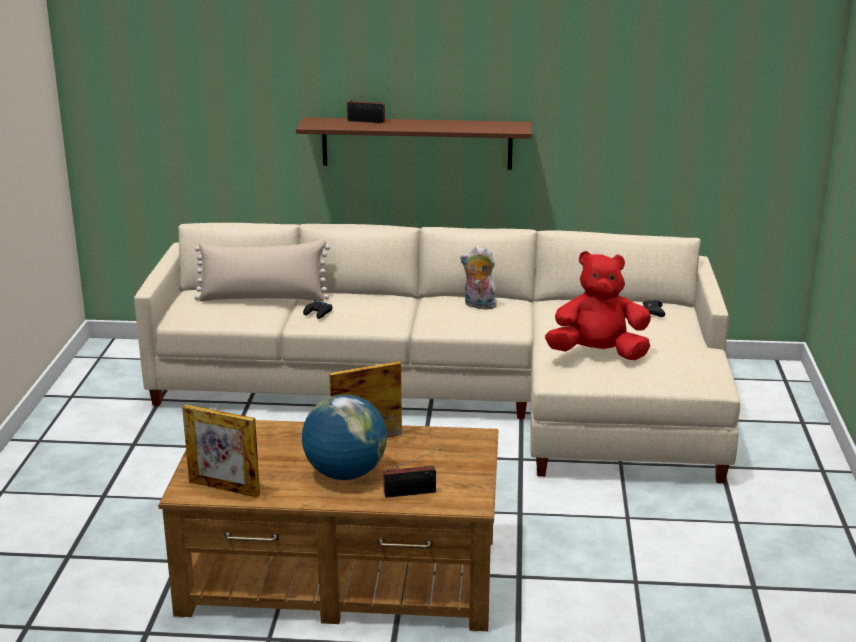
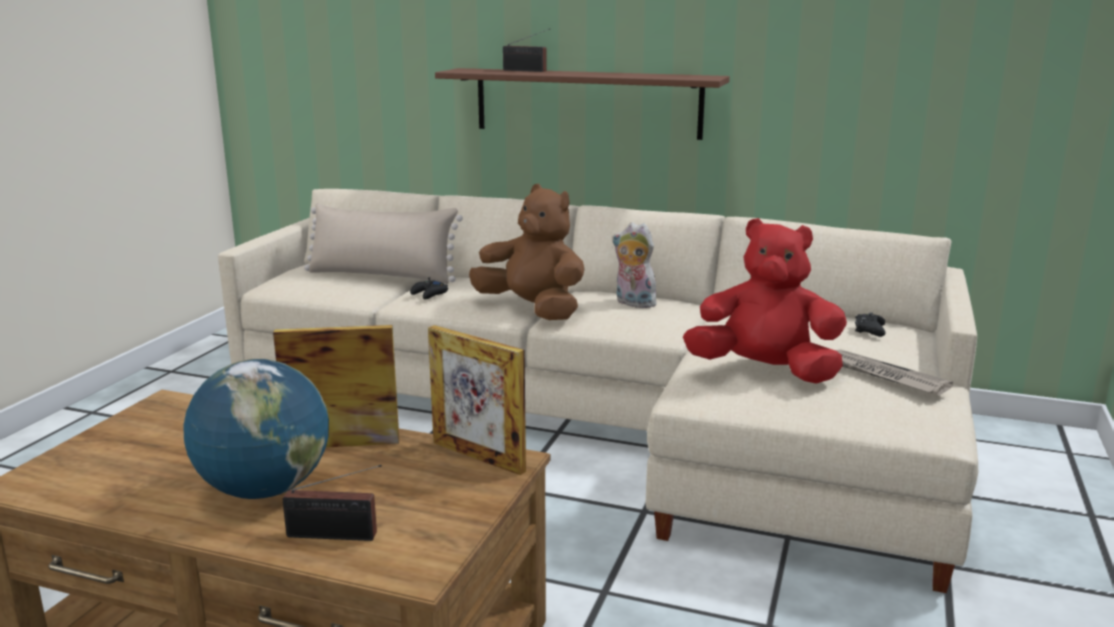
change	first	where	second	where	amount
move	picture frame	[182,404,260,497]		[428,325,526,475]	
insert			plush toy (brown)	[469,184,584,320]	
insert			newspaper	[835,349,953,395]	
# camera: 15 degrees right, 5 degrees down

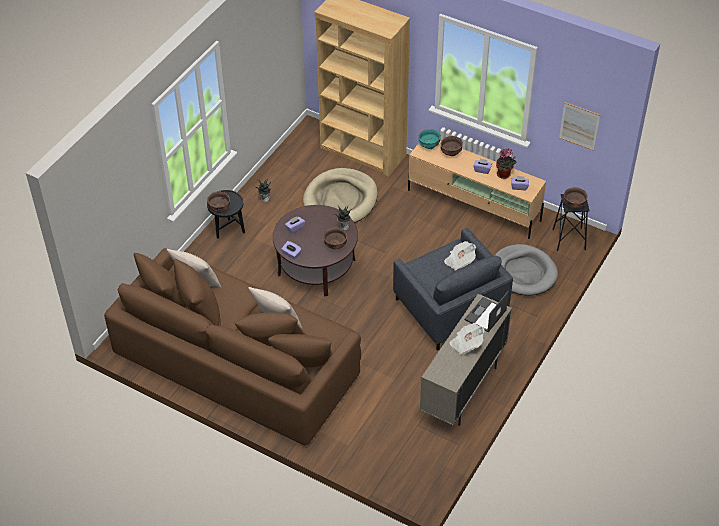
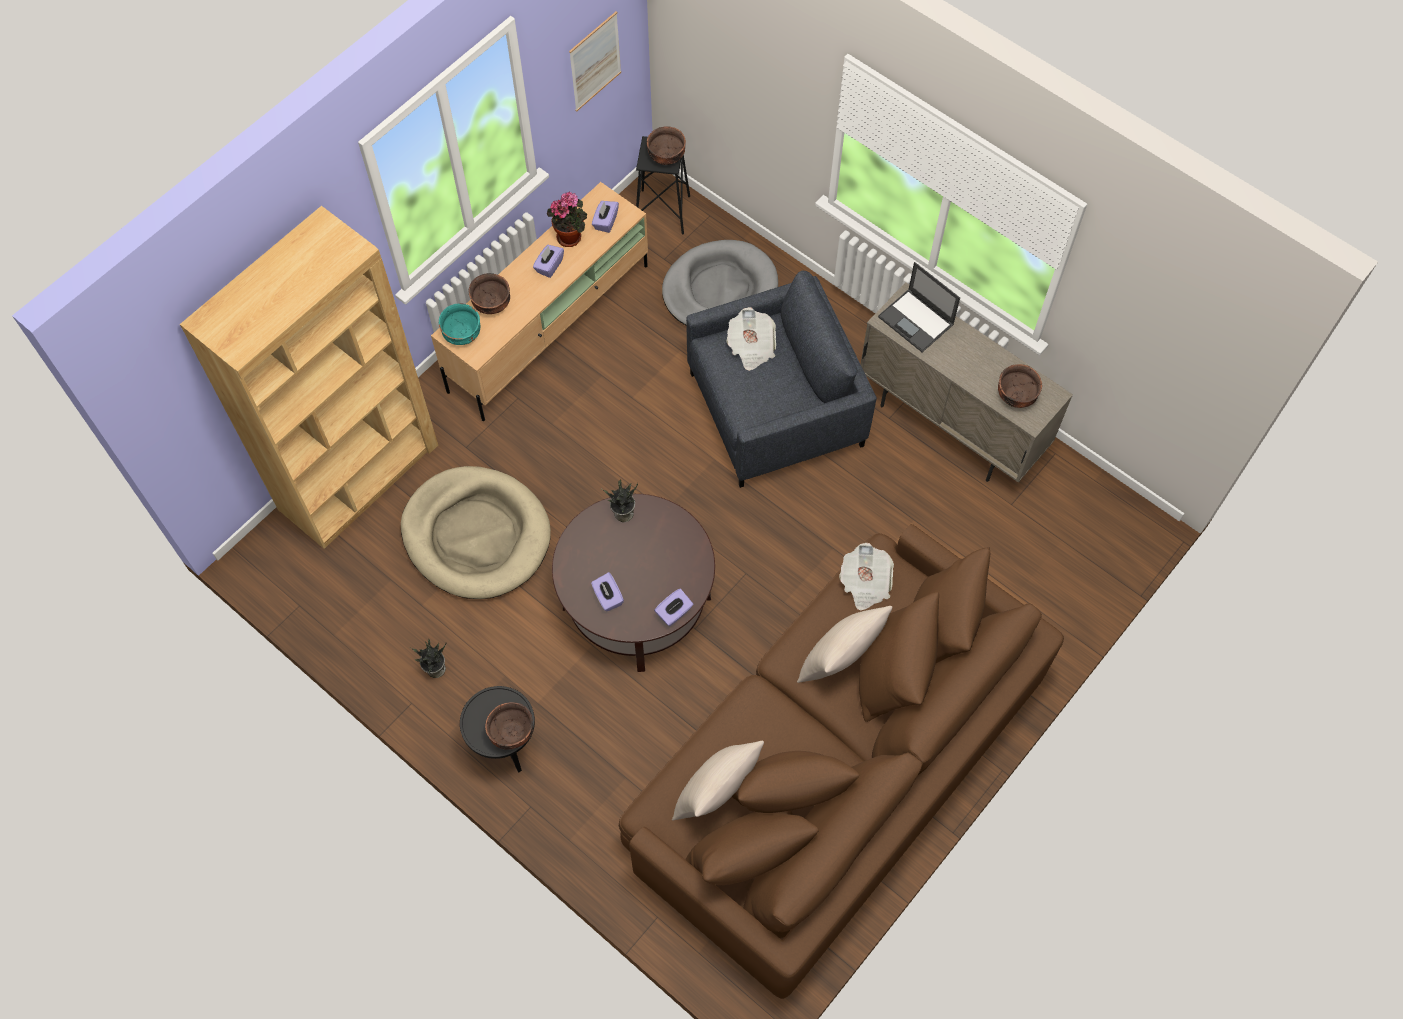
change	first	where	second	where	amount
move	bowl (brown)	[323,228,347,249]		[998,364,1042,408]	
move	newspaper	[450,323,485,355]		[839,543,894,611]	
# camera: 80 degrees left, 15 degrees up

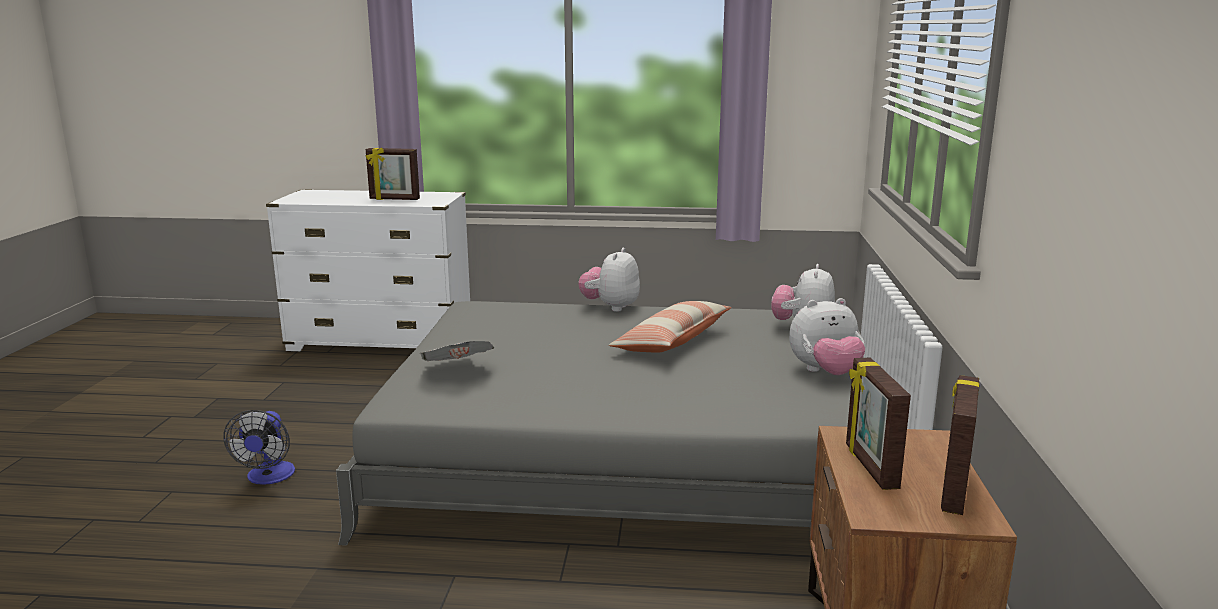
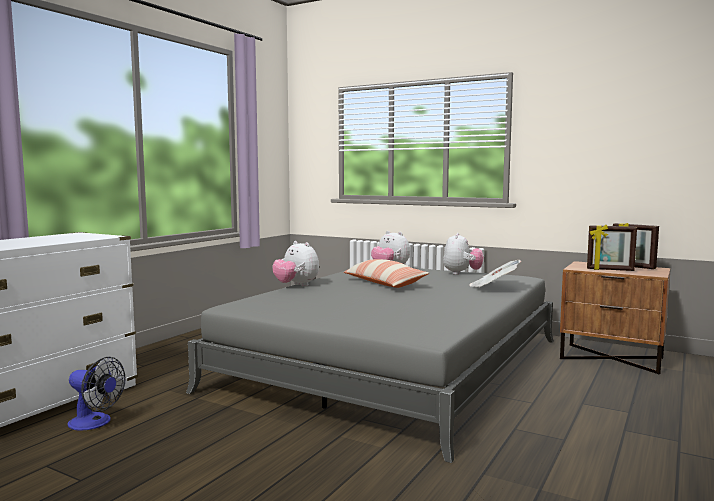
change	first	where	second	where	amount
delete	picture frame	[366,147,420,200]			
move	newspaper	[420,341,494,361]		[469,260,521,288]	
move	fan	[223,410,295,485]		[67,357,125,431]	
# camera: 65 degrees left, 10 degrees down

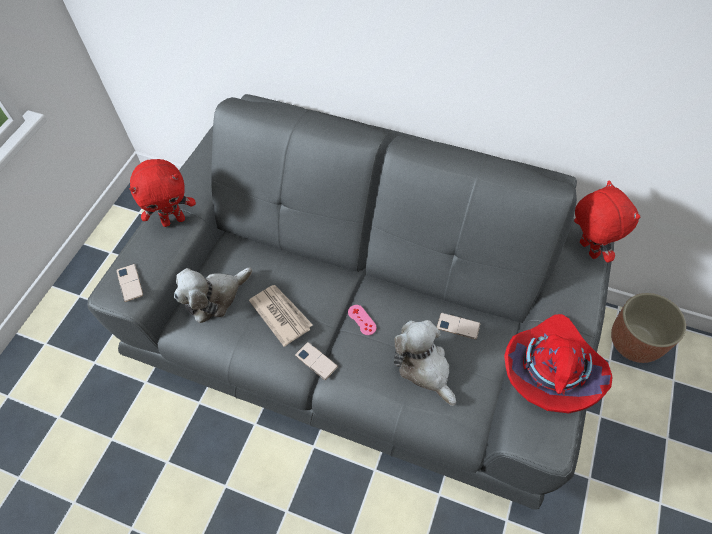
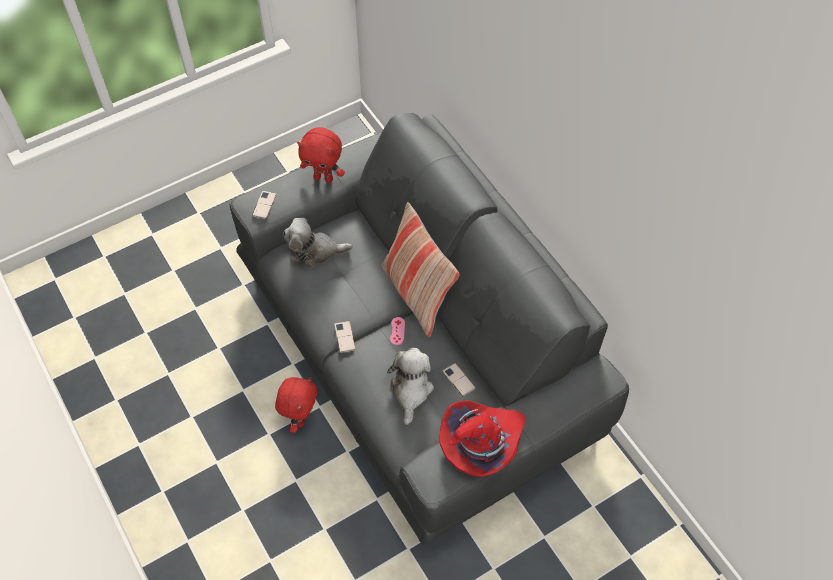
change	first	where	second	where	amount
move	plush toy (red)	[574,180,640,263]		[275,377,317,433]	
delete	newspaper	[249,285,313,347]			
delete	planter	[611,293,686,363]			
insert			pillow	[381,202,460,337]	
# camera: 35 degrees right, 0 degrees up

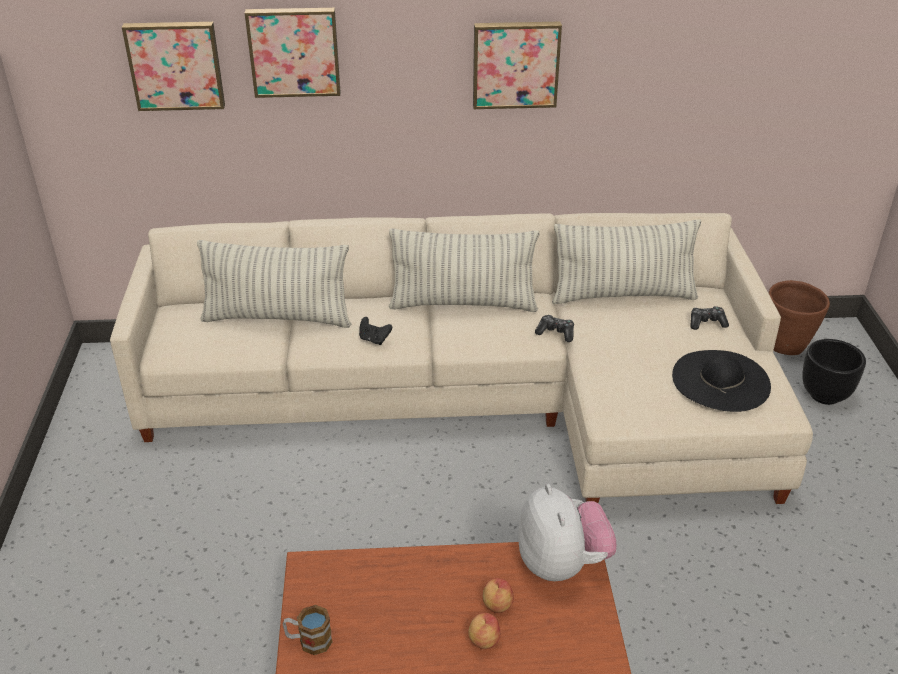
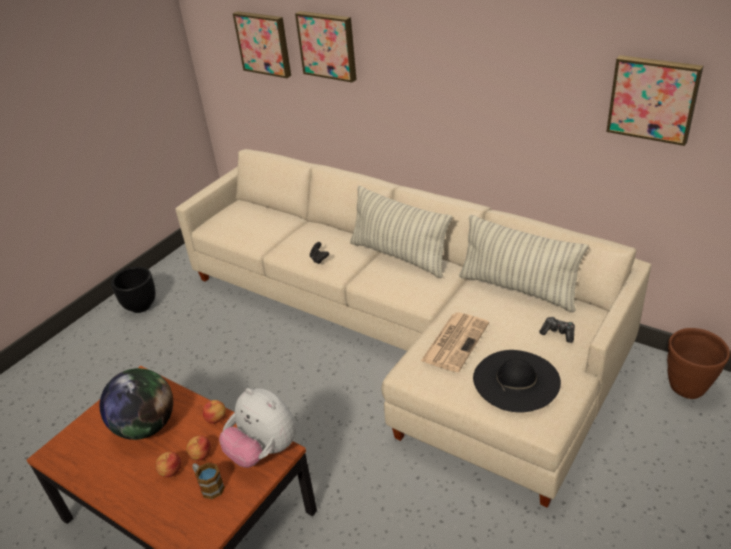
change	first	where	second	where	amount
move	picture	[473,22,562,109]		[606,55,703,146]	
delete	pillow	[197,240,351,328]			
delete	game controller	[535,315,574,342]			
move	planter (black)	[802,339,866,405]		[111,267,155,313]	
rotate	plush toy	[518,484,617,581]		[219,388,297,468]	105 degrees clockwise
move	mug	[283,605,333,655]		[192,463,225,499]	
insert			newspaper	[421,312,489,372]	
insert			globe	[100,368,173,440]	
insert			apple	[203,400,226,424]	
# camera: 40 degrees right, 0 degrees up

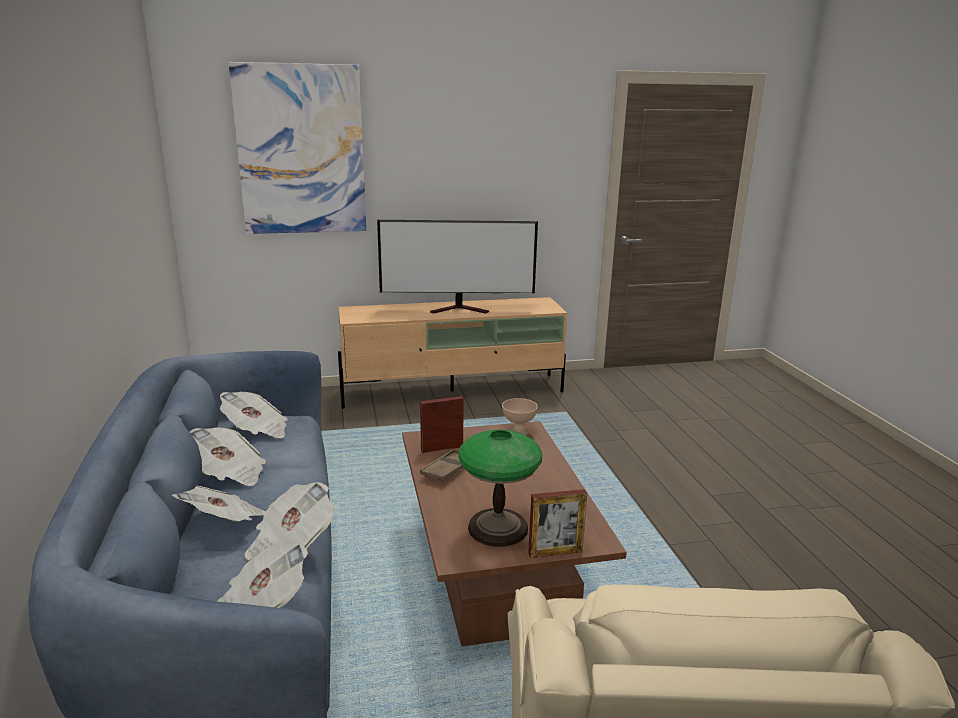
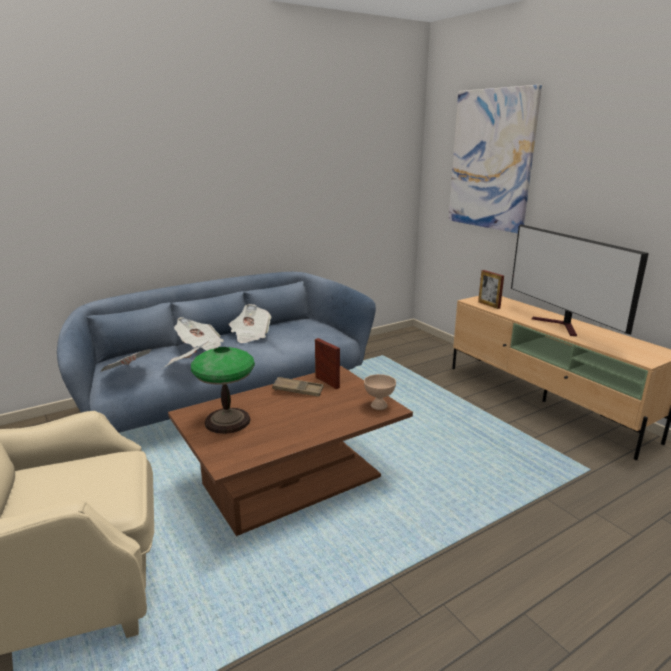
change	first	where	second	where	amount
delete	newspaper	[220,392,287,438]			
move	picture frame	[528,489,587,558]		[478,270,504,309]	
# camera: 70 degrees right, 0 degrees up

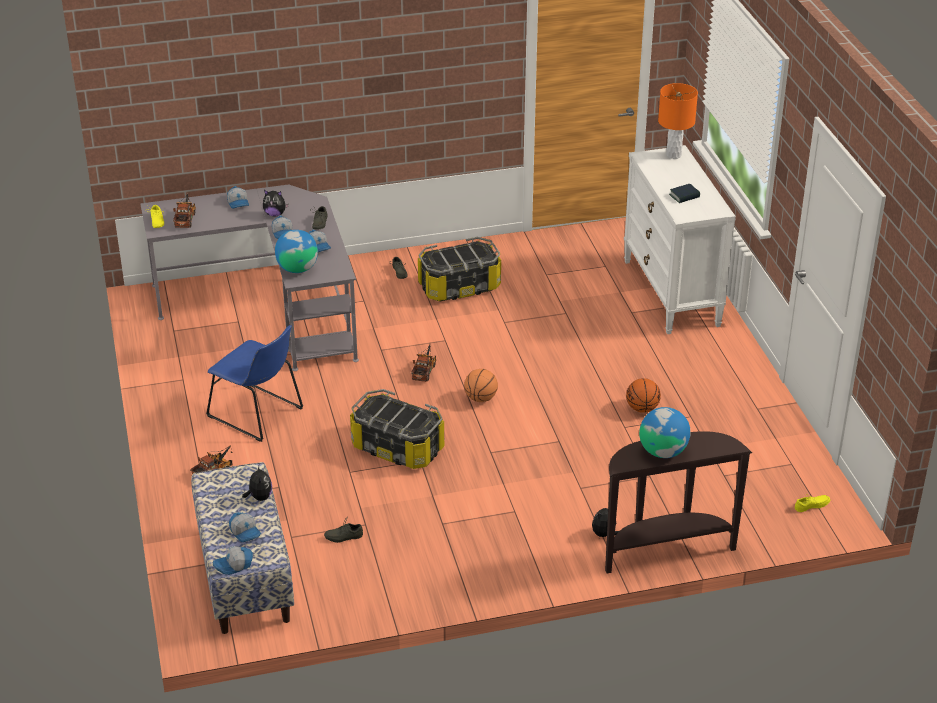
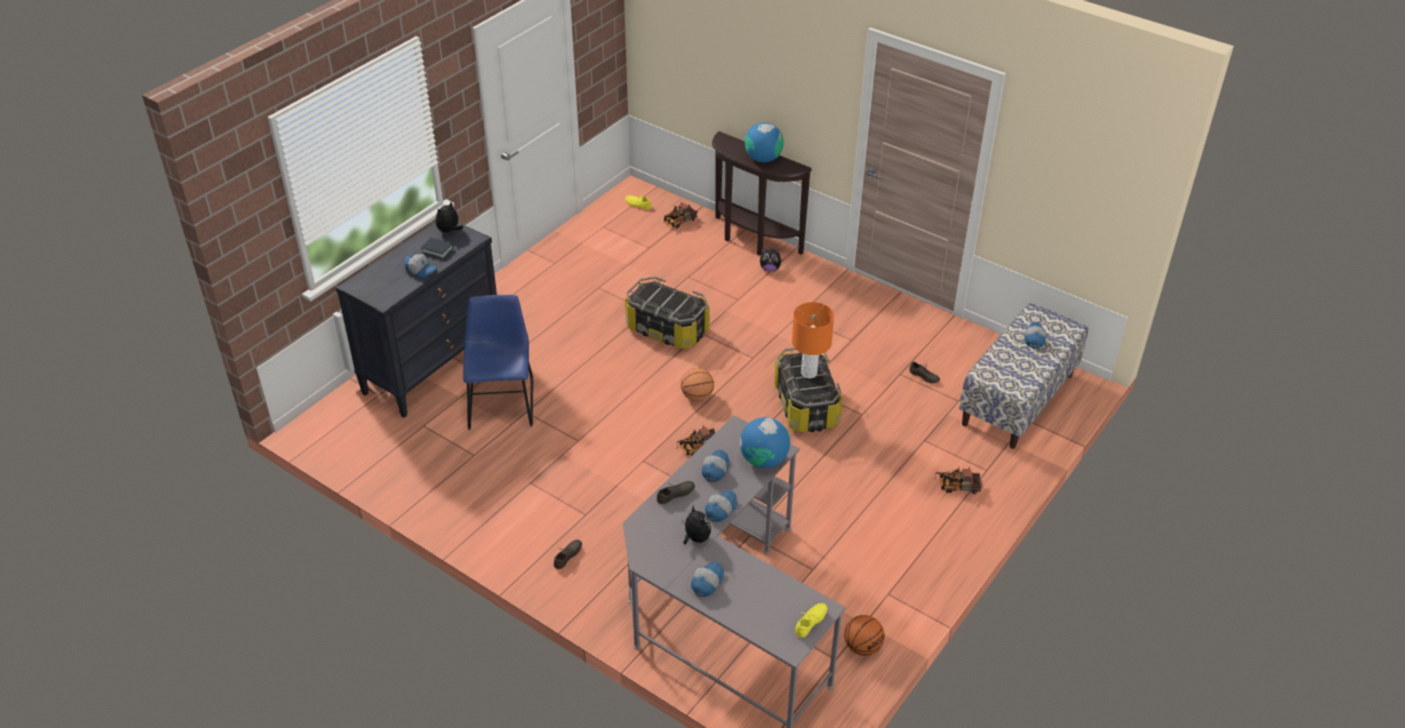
change	first	where	second	where	amount
move	table lamp (orange)	[658,83,698,159]		[792,302,834,379]	
recolor	dresser (white)	[624,145,736,334]	dresser (black)	[336,221,497,418]	
move	toy truck	[173,192,196,228]		[663,203,698,228]	
move	storage box	[418,237,501,302]		[625,277,710,349]	
move	chair (blue)	[206,325,303,442]		[463,295,533,430]	
move	basketball	[626,378,661,413]		[844,615,885,656]	
move	plush toy	[242,466,272,501]		[436,202,463,232]	
move	cap	[213,546,253,575]		[404,254,437,278]	
# camera: 130 degrees left, 5 degrees up

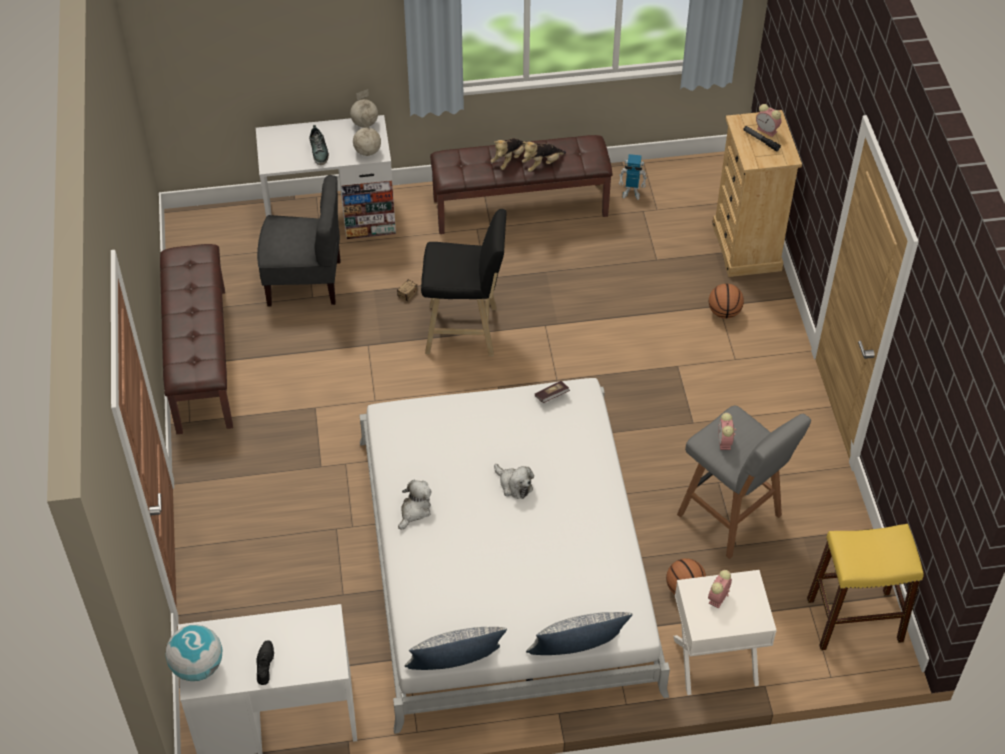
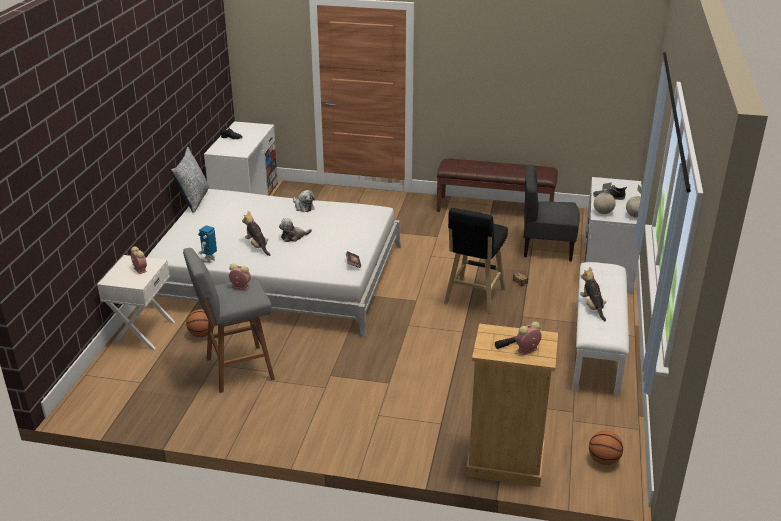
change	first	where	second	where	amount
recolor	bench (brown)	[430,135,613,234]	bench (white)	[572,262,629,396]	
move	plush toy	[491,138,525,170]		[242,211,270,256]	
move	toy robot	[619,154,647,200]		[198,225,217,263]	
rotate	chair (grey)	[257,175,341,307]		[524,165,580,262]	75 degrees clockwise
move	basketball	[709,283,744,319]		[589,431,623,465]	
delete	stool (yellow)	[807,524,924,650]			
delete	pillow	[526,612,632,655]			
delete	globe	[166,625,222,681]			
# camera: 110 degrees right, 20 degrees down

